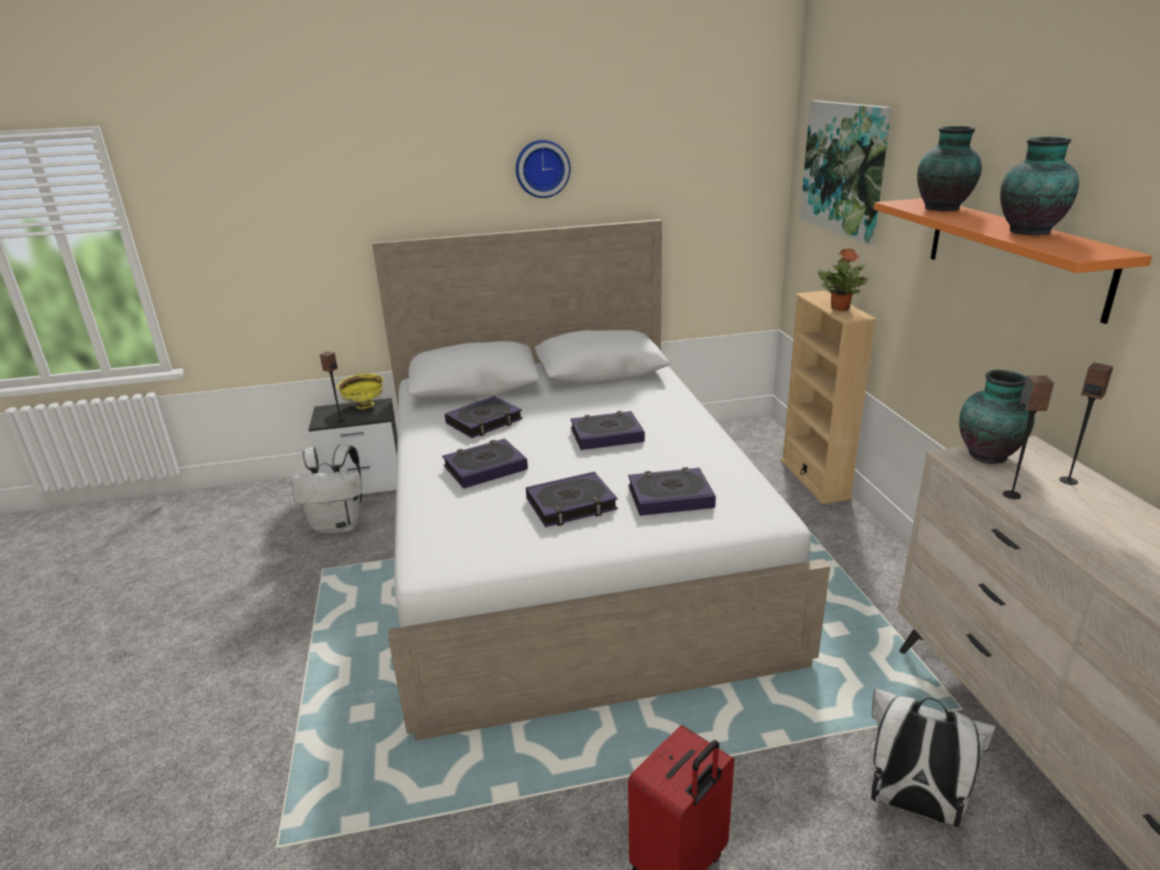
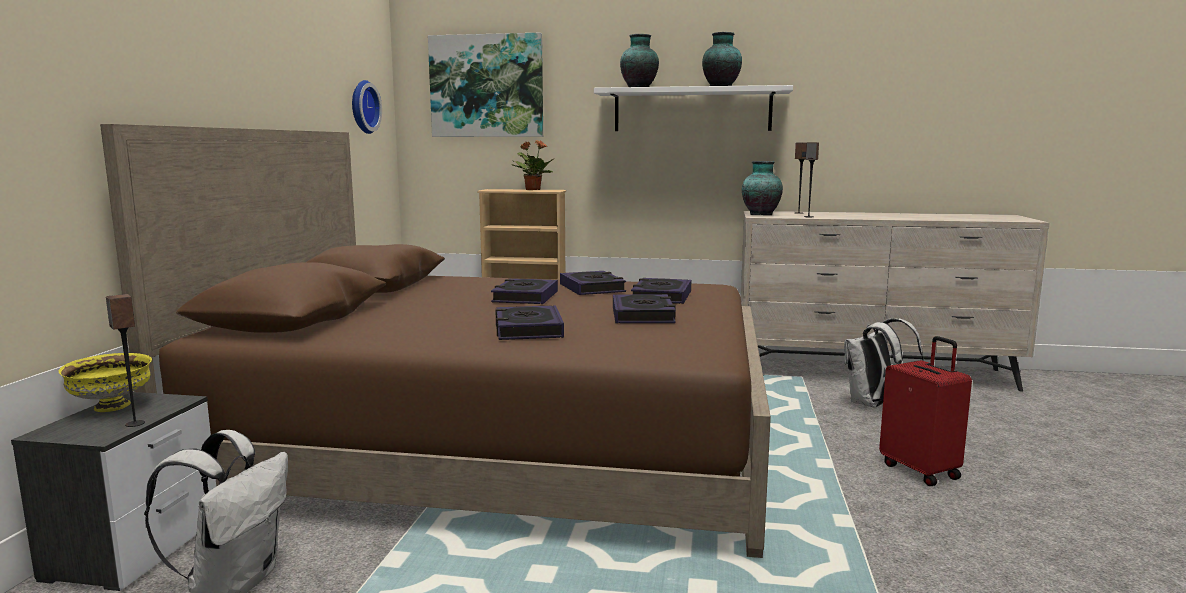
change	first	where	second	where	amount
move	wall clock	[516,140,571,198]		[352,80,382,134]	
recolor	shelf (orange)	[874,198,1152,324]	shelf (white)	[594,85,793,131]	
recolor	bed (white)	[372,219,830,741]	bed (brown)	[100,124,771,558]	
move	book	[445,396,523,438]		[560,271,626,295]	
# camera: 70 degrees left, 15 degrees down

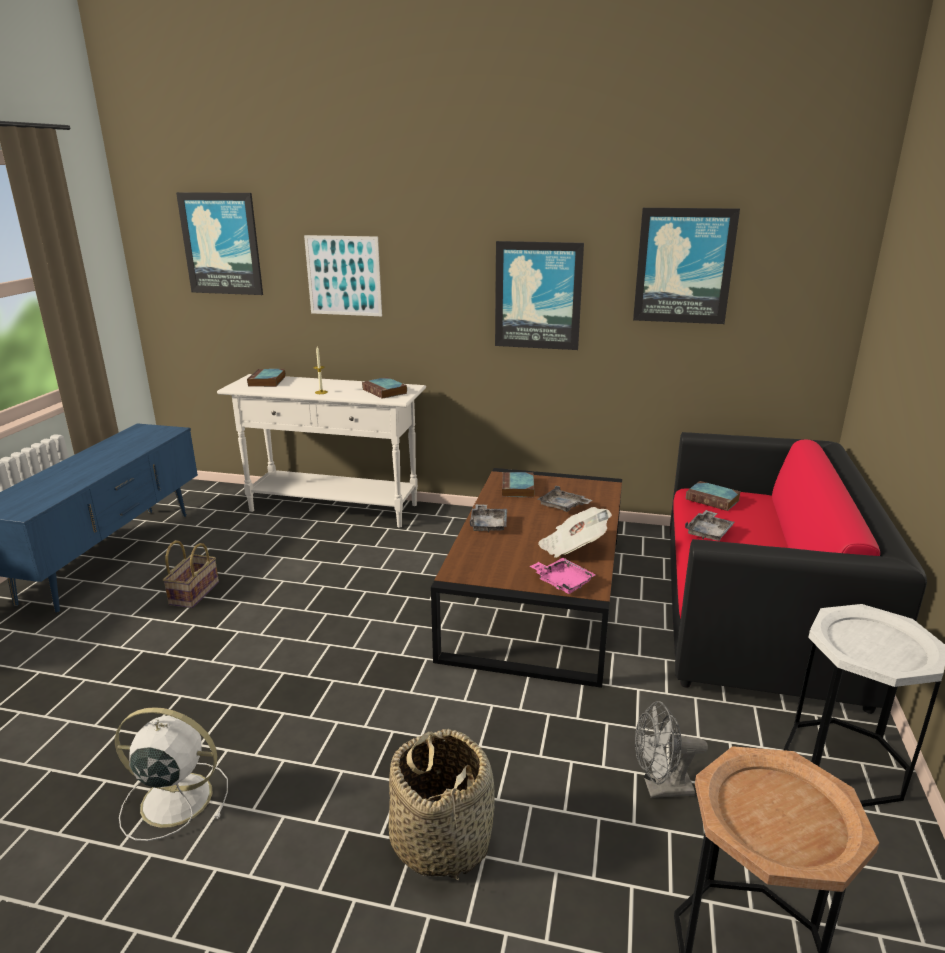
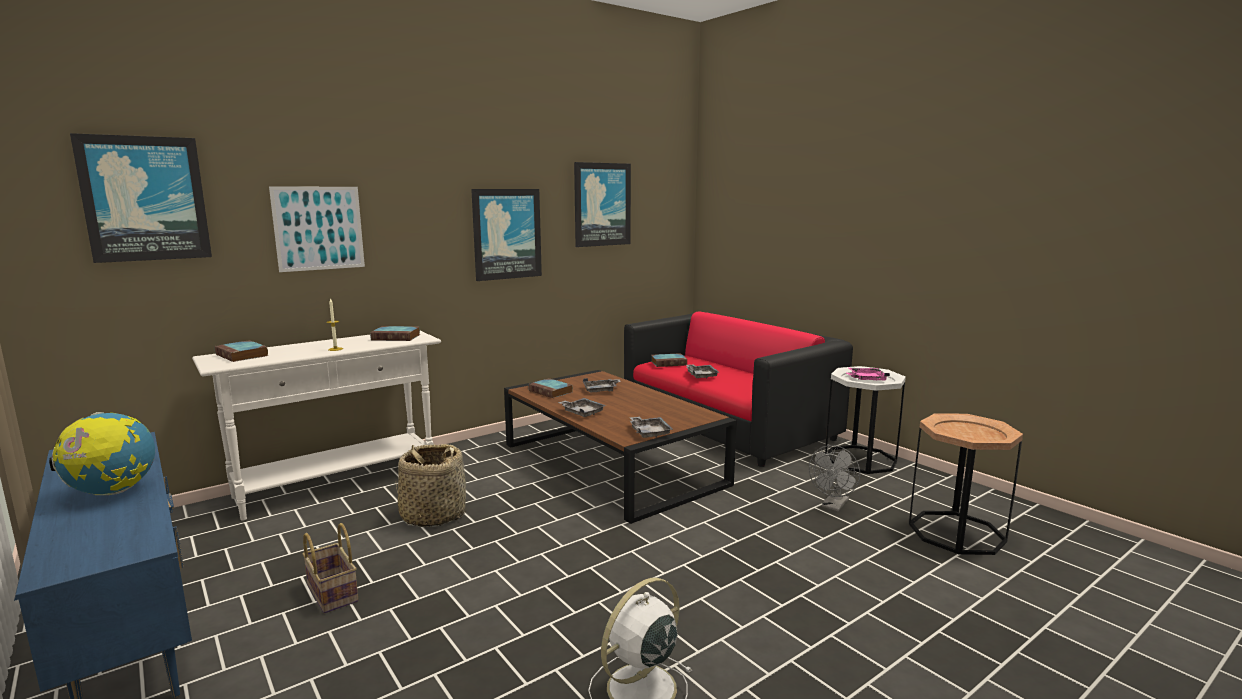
change	first	where	second	where	amount
delete	newspaper	[538,507,612,558]			
move	tray (pink)	[529,558,596,594]		[847,368,890,380]	
move	basket	[389,729,495,880]		[396,444,466,527]	
insert			globe	[49,412,155,495]	
insert			tray (grey)	[629,416,673,438]	
# camera: 50 degrees left, 10 degrees down

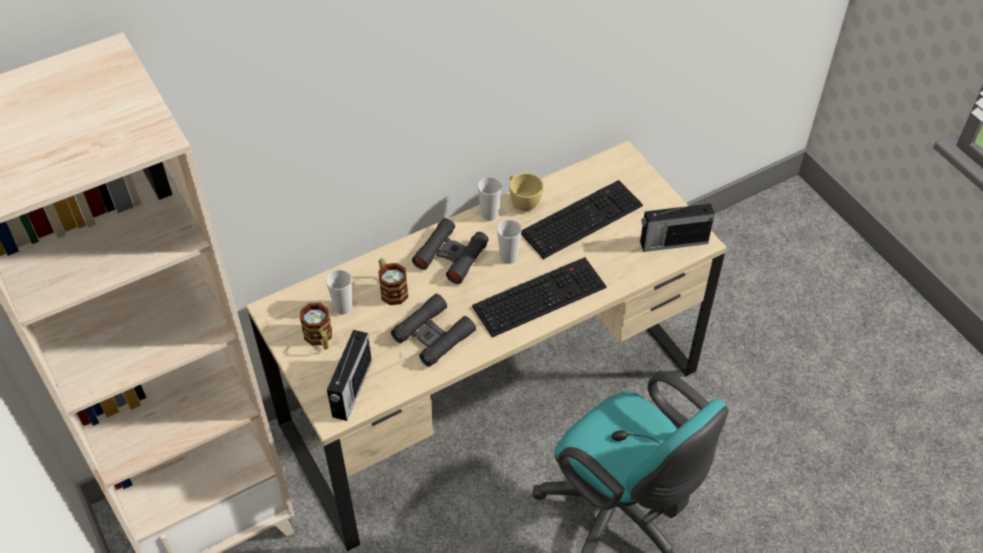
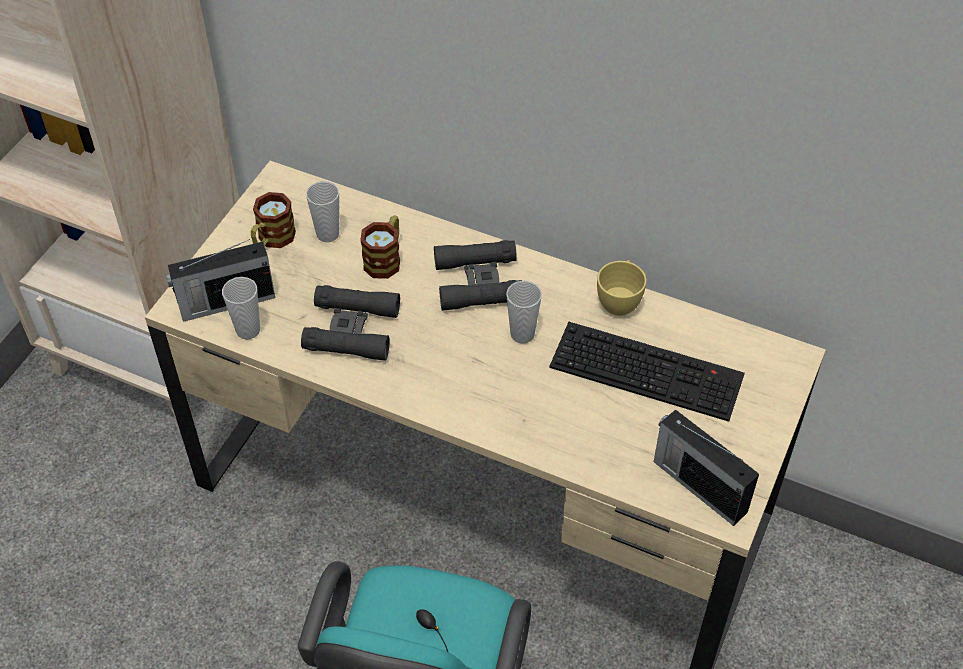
change	first	where	second	where	amount
move	cup	[478,177,502,221]		[222,277,260,340]	
delete	keyboard	[472,257,607,337]			
# camera: 55 degrees right, 0 degrees up

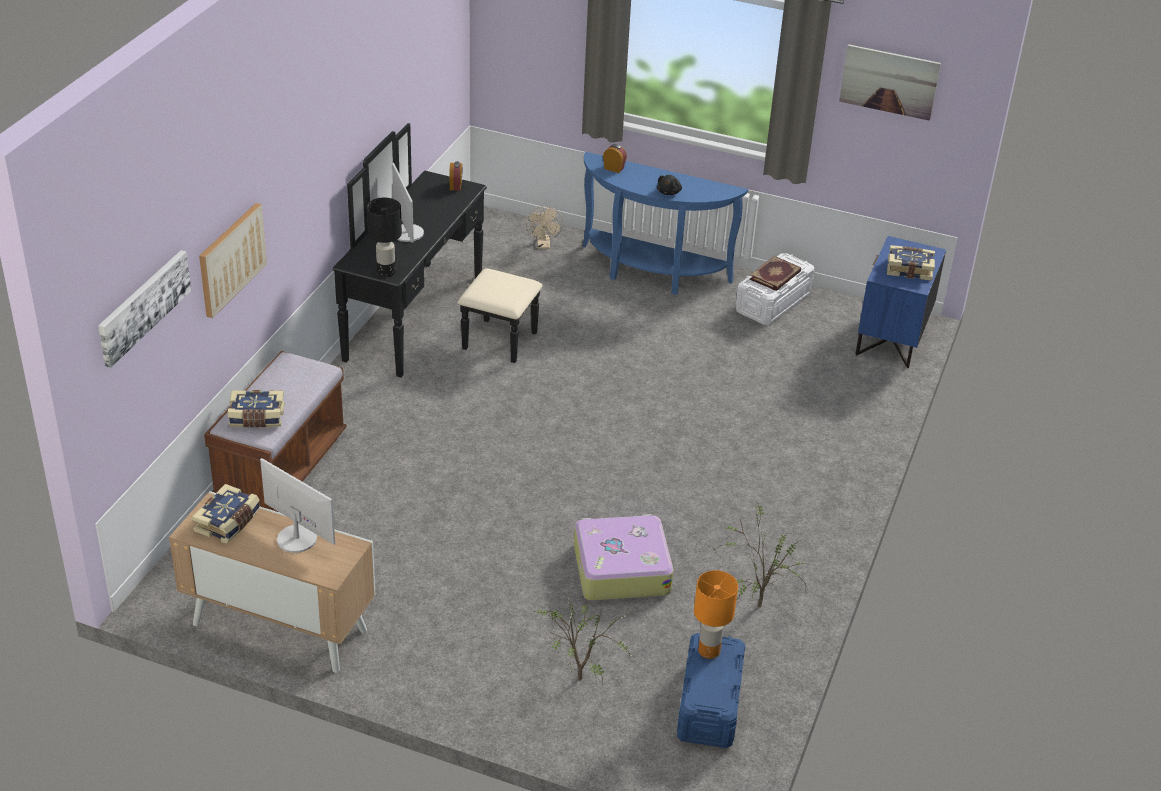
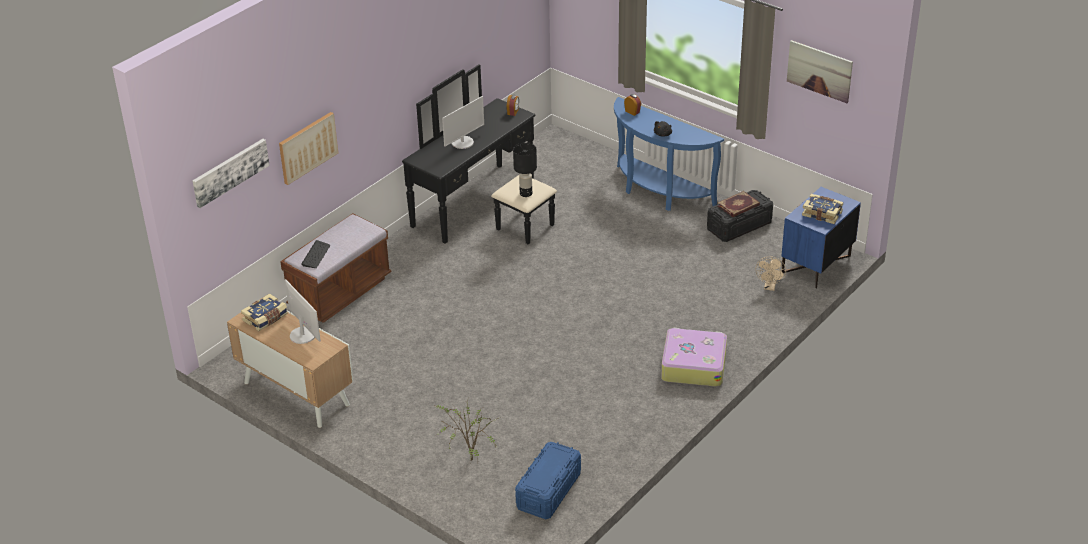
change	first	where	second	where	amount
rotate	monitor	[392,163,424,243]		[442,96,484,149]	135 degrees counterclockwise
move	table lamp (black)	[367,198,402,277]		[513,143,537,197]	
move	fan (beige)	[526,206,563,249]		[756,257,786,291]	
recolor	storage box (white)	[736,253,815,325]	storage box (black)	[707,190,773,242]	
replace	book	[228,390,285,428]	keyboard	[301,240,330,268]	
delete	potted plant	[713,502,810,608]			
move	suitcase	[574,514,673,601]		[661,327,727,387]	
delete	table lamp (orange)	[694,570,738,659]			
# camera: 20 degrees right, 0 degrees up

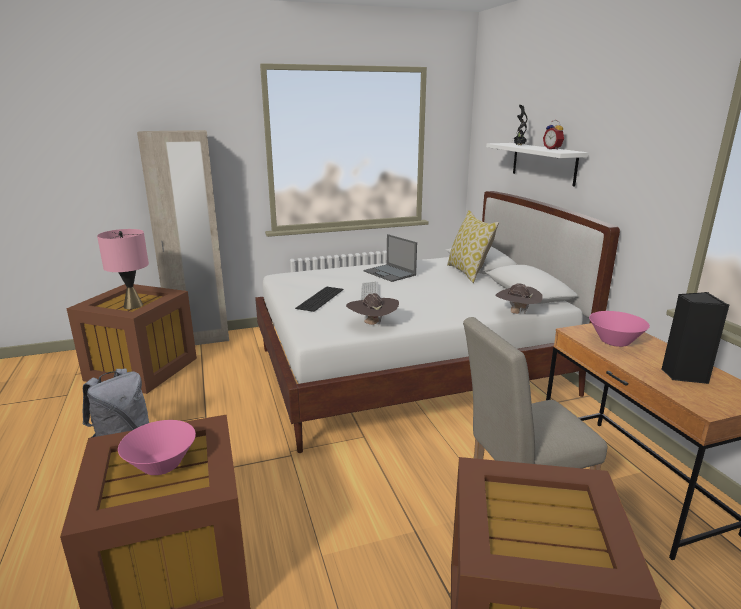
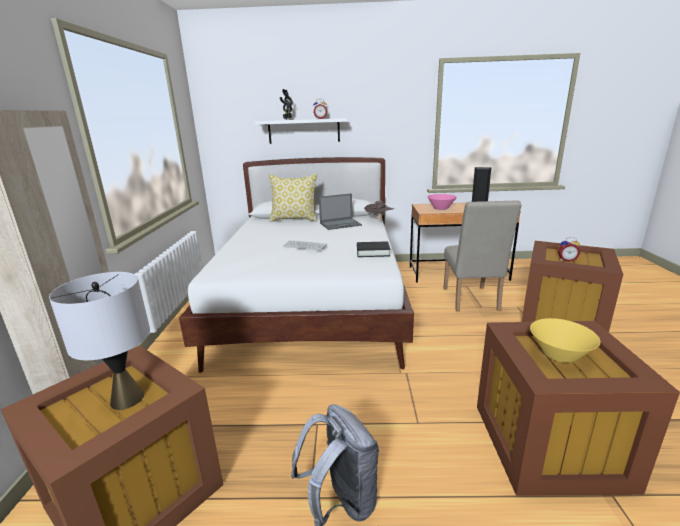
change	first	where	second	where	amount
recolor	table lamp (pink)	[97,229,149,309]	table lamp (grey)	[49,272,150,410]	
move	laptop	[364,234,417,282]		[319,193,362,230]	
delete	keyboard	[295,287,344,312]			
replace	hat (brown)	[346,293,399,325]	book (black)	[357,241,390,257]	
recolor	bowl (pink)	[118,420,196,475]	bowl (yellow)	[530,318,600,363]	
insert			alarm clock	[557,237,580,262]	
# camera: 70 degrees left, 0 degrees up

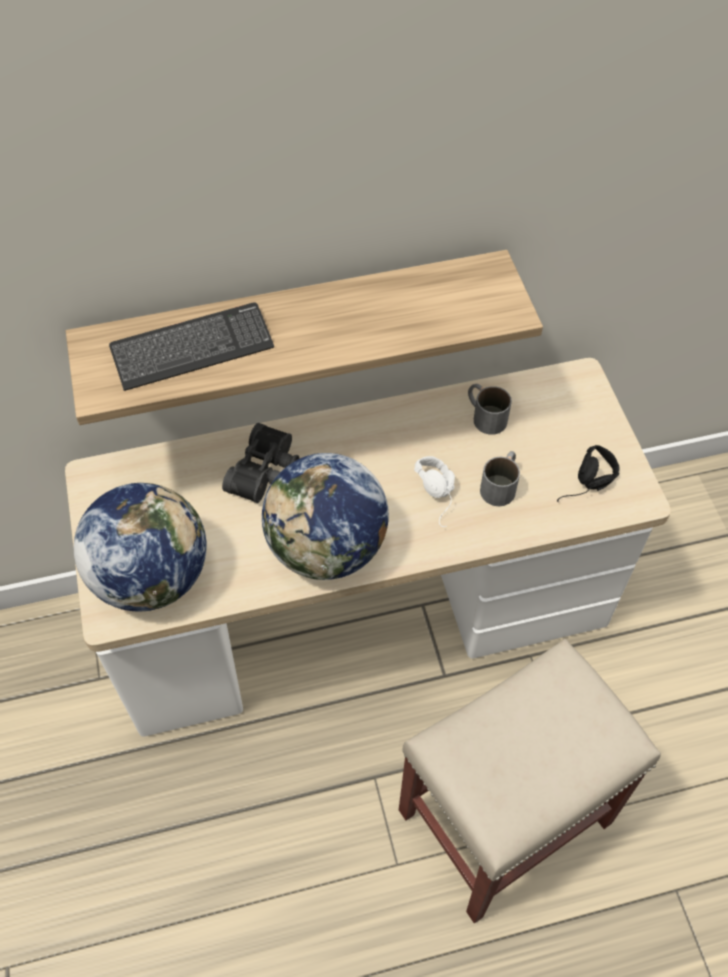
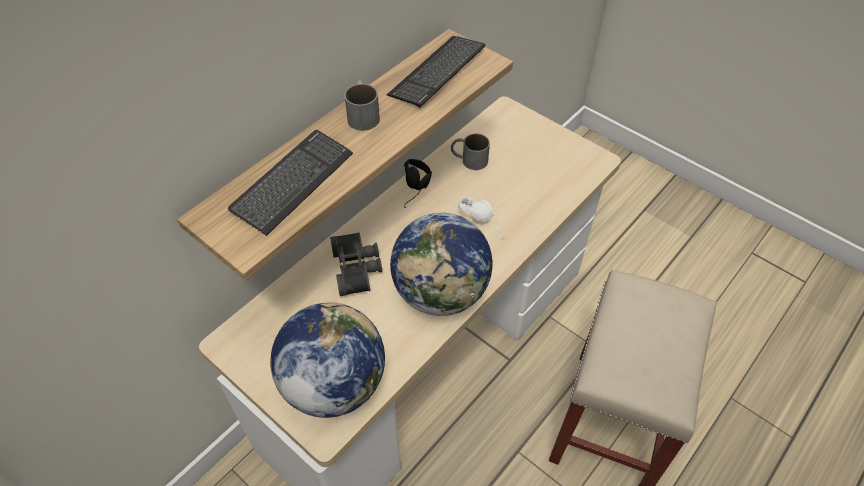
change	first	where	second	where	amount
move	headphones (black)	[557,445,620,502]		[404,159,432,208]	
move	mug (grey)	[480,451,520,506]		[344,79,380,131]	
insert			keyboard	[387,36,485,108]	
# camera: 35 degrees left, 5 degrees down

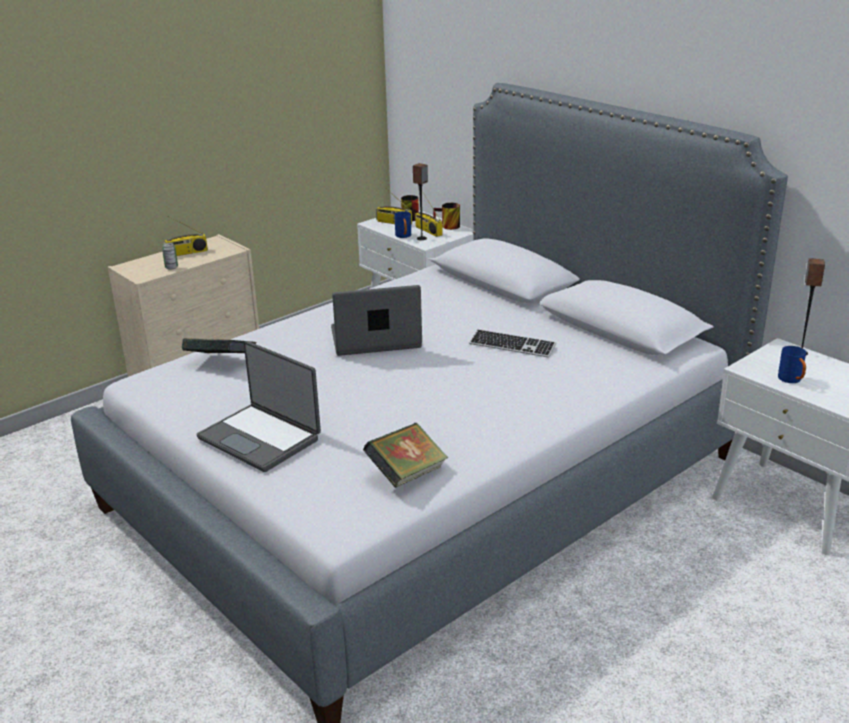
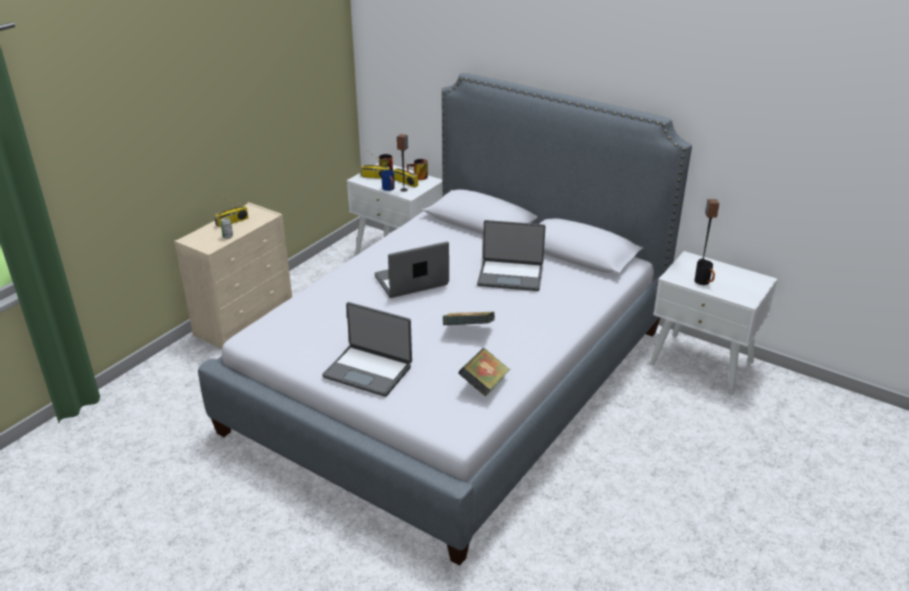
change	first	where	second	where	amount
replace	keyboard	[469,329,556,358]	laptop	[477,220,546,291]	
move	book	[182,338,256,353]		[443,312,495,325]	
recolor	mug (blue)	[778,346,806,383]	mug (black)	[694,260,715,285]	
# camera: 15 degrees left, 5 degrees up

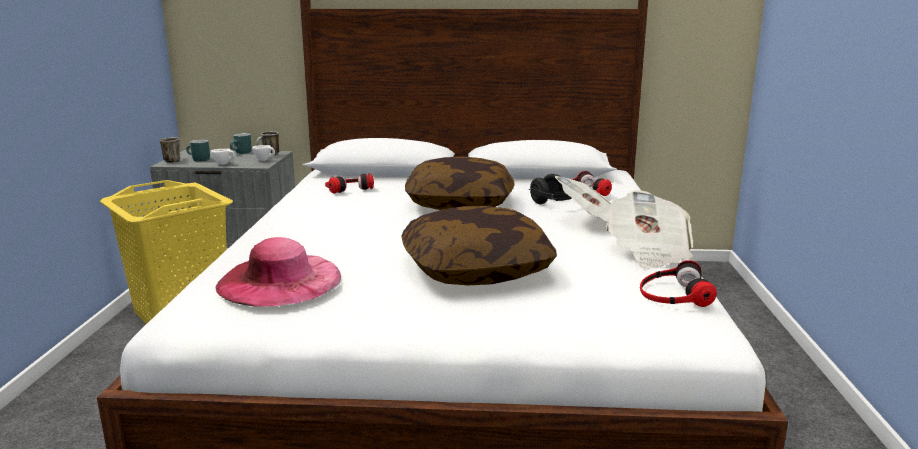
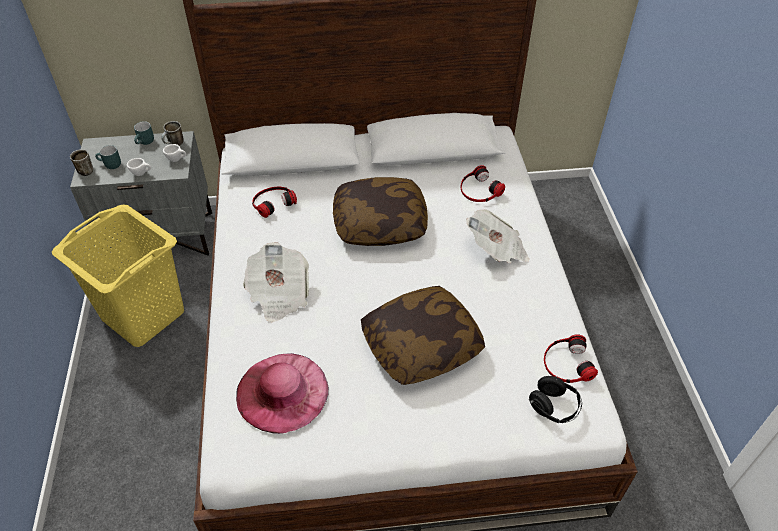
change	first	where	second	where	amount
move	headphones (black)	[529,174,572,204]		[529,376,582,423]	
move	newspaper	[606,190,693,269]		[243,242,309,322]	
# camera: 10 degrees left, 30 degrees up

